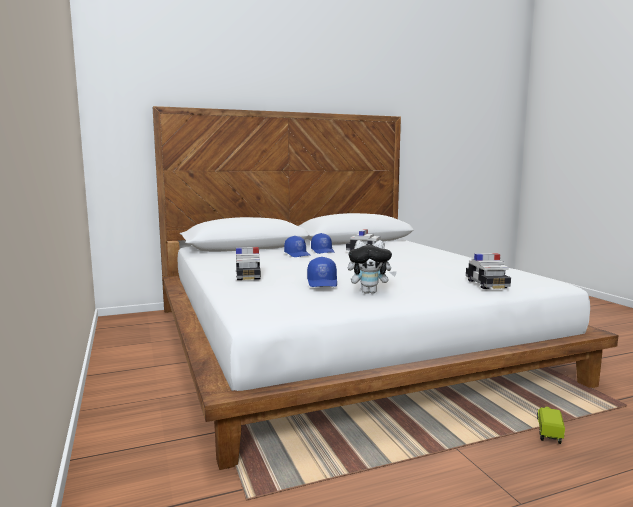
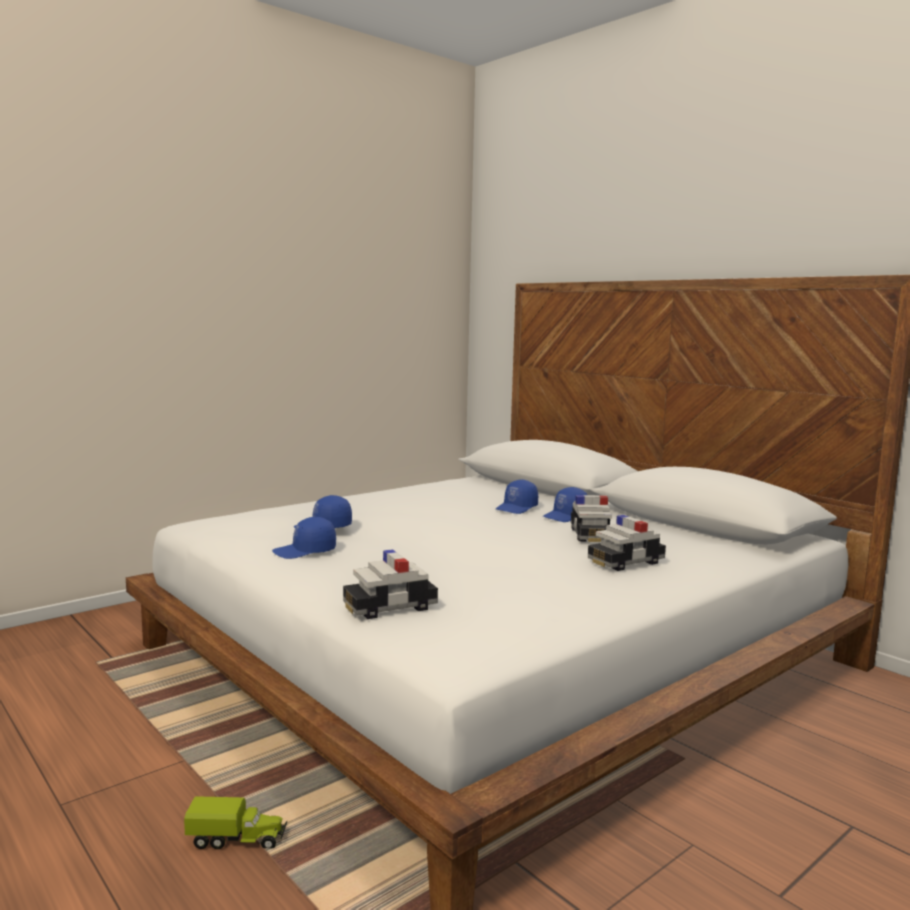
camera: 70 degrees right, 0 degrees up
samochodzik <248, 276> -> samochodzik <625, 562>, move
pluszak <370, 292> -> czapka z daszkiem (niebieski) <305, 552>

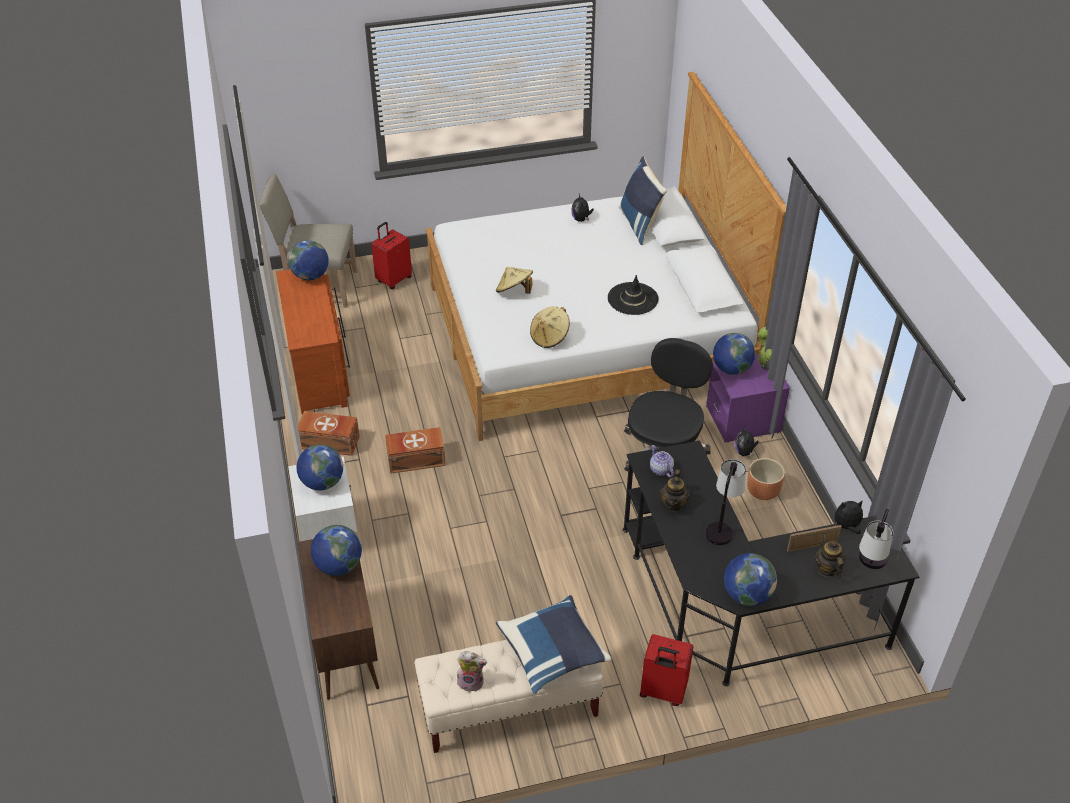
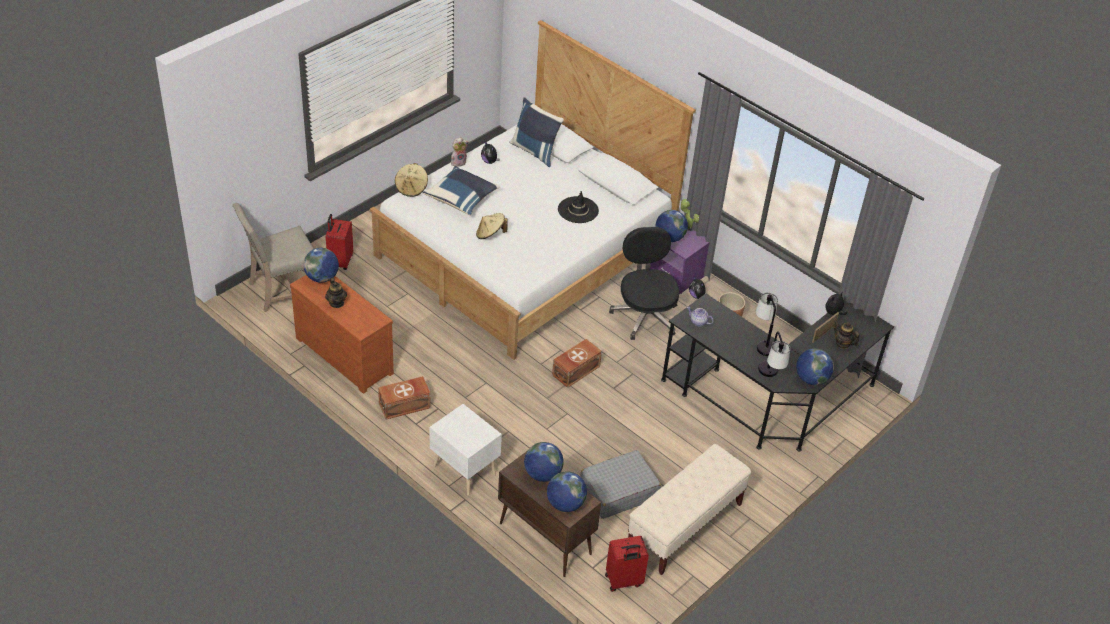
camera: 35 degrees left, 0 degrees up
globus <322, 482> -> globus <565, 504>, move
pojemnik do przechowywania (brązowy) <415, 459> -> pojemnik do przechowywania (brązowy) <575, 370>, move
pluszak <471, 681> -> pluszak <458, 162>, move
poduszka (niebieski) <553, 653> -> poduszka (niebieski) <462, 199>, move
kapelusz (beżowy) <550, 337> -> kapelusz (beżowy) <411, 188>, move
walizka (czerwony) <662, 692> -> walizka (czerwony) <623, 581>, move
imbryk <673, 504> -> imbryk <336, 303>, move
lampa stołowa <869, 568> -> lampa stołowa <770, 377>, move
none -> walizka (szary) <618, 491>

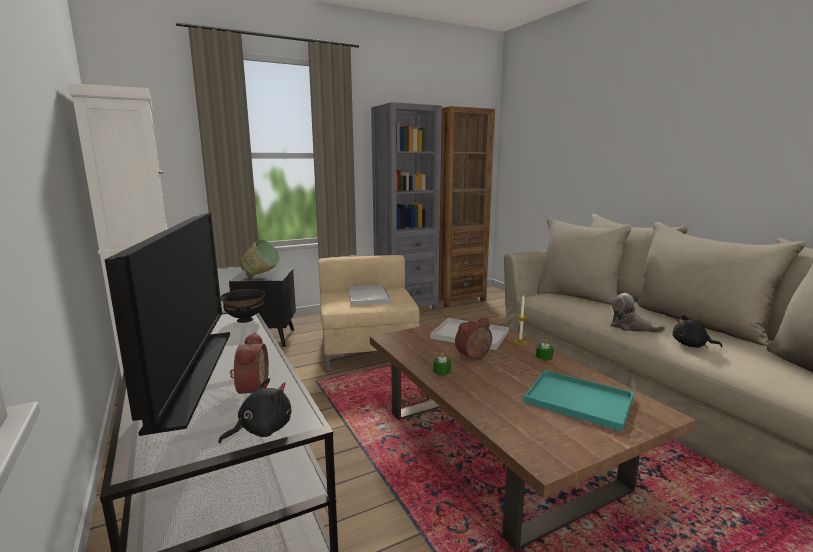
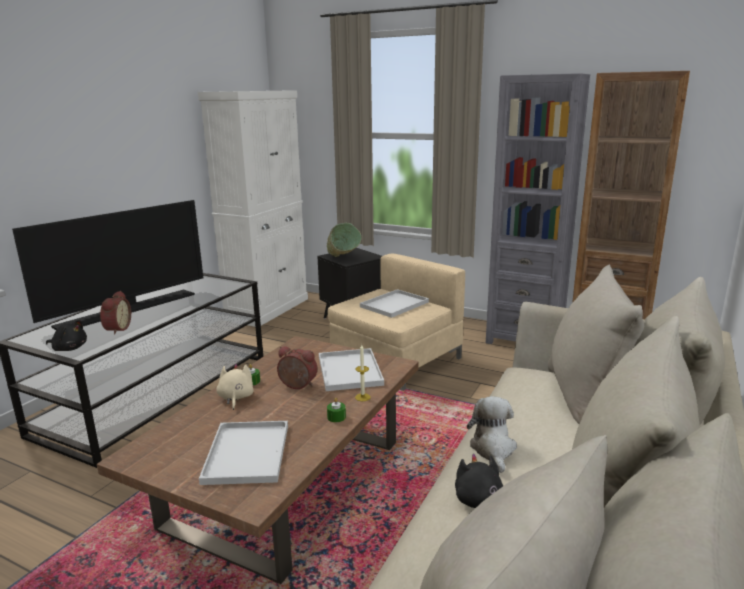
camera: 55 degrees right, 5 degrees up
miska (czarny) <245, 320> -> none
budzik <250, 390> -> budzik <116, 329>, 45 degrees counterclockwise
taca (turkusowy) <581, 400> -> taca (biały) <248, 454>
none -> pluszak (beżowy) <235, 398>

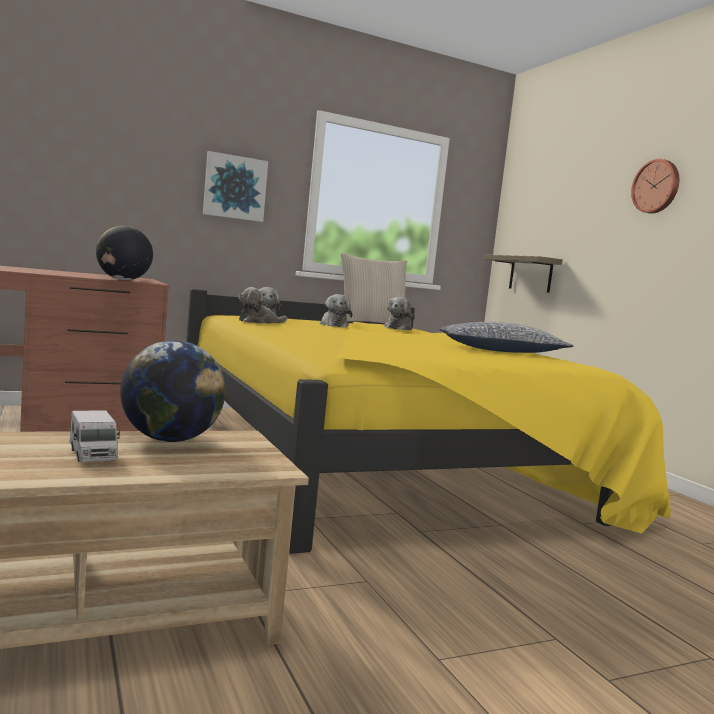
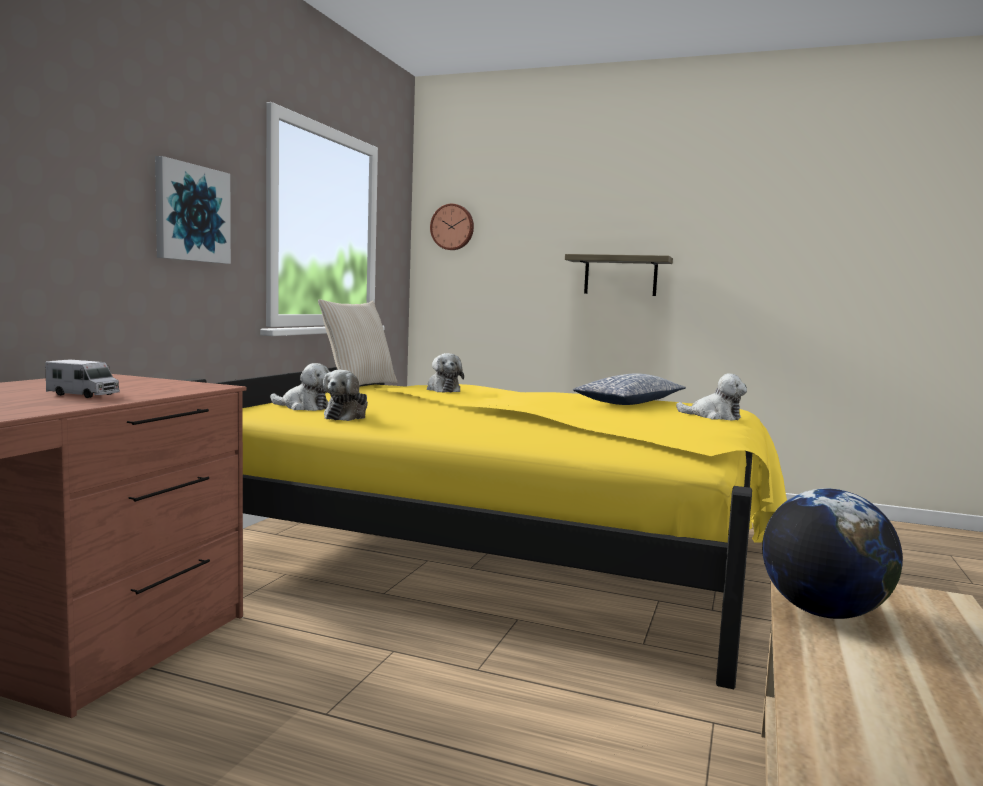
camera: 45 degrees left, 0 degrees up
ciężarówka zabawkowa <92, 455> -> ciężarówka zabawkowa <83, 395>, move
globus <123, 280> -> none
pluszak <333, 325> -> pluszak <714, 416>, move
półka <530, 274> -> półka <620, 276>, move
zegar ścienny <656, 186> -> zegar ścienny <452, 227>, move

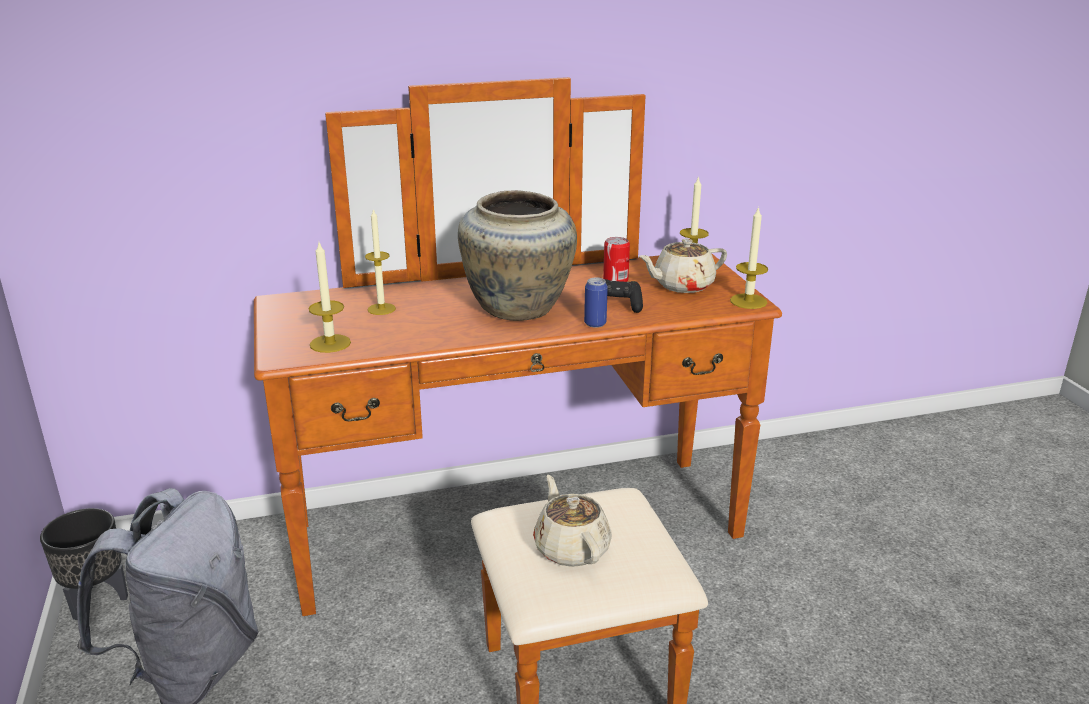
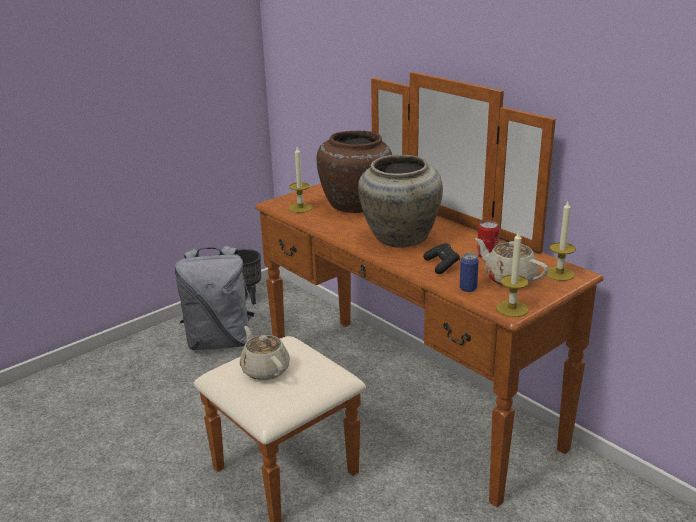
camera: 65 degrees right, 0 degrees up
świeca <381, 309> -> wazon (brązowy) <356, 206>
imbryk (beżowy) <571, 548> -> imbryk (beżowy) <265, 369>, 75 degrees counterclockwise
puszka <595, 323> -> puszka <468, 288>, move

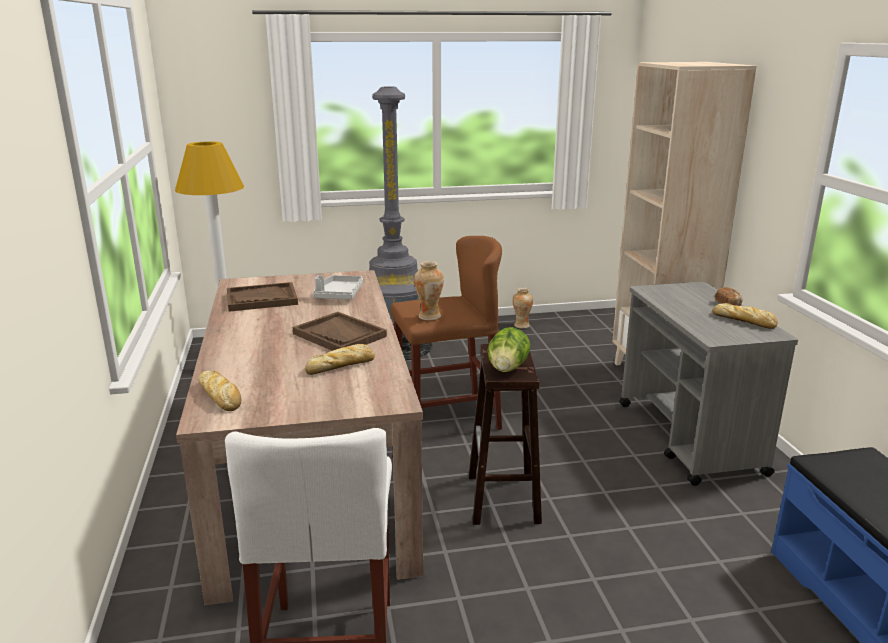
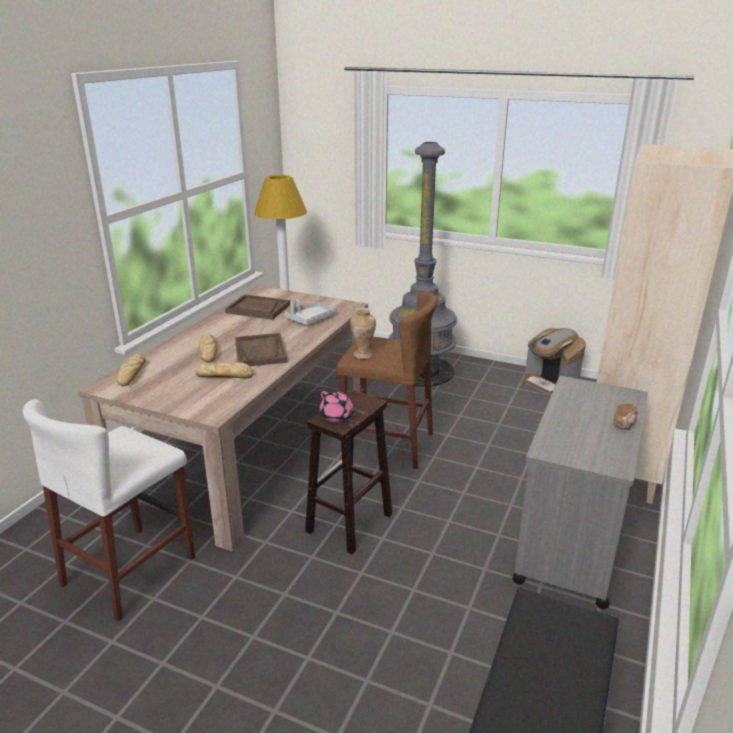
camera: 35 degrees right, 5 degrees up
sałata <507, 369> -> imbryk (różowy) <337, 416>
wazon <521, 325> -> ekspres do kawy <550, 384>
chleb <744, 321> -> chleb <208, 352>, move

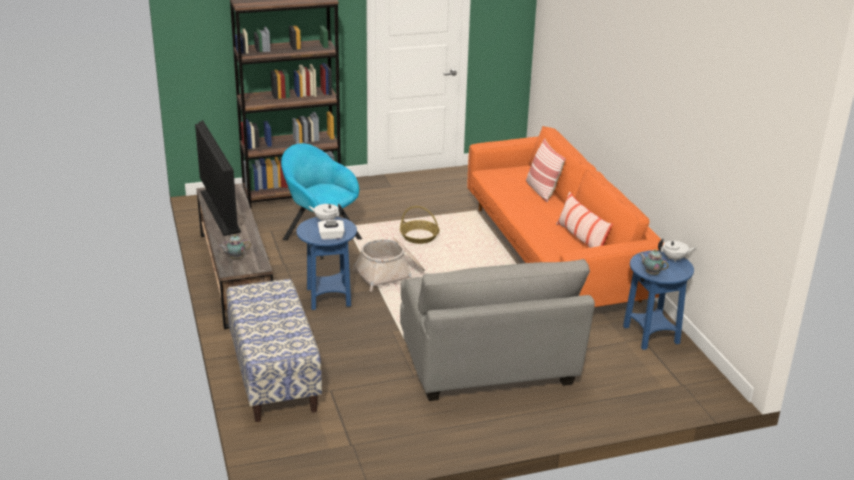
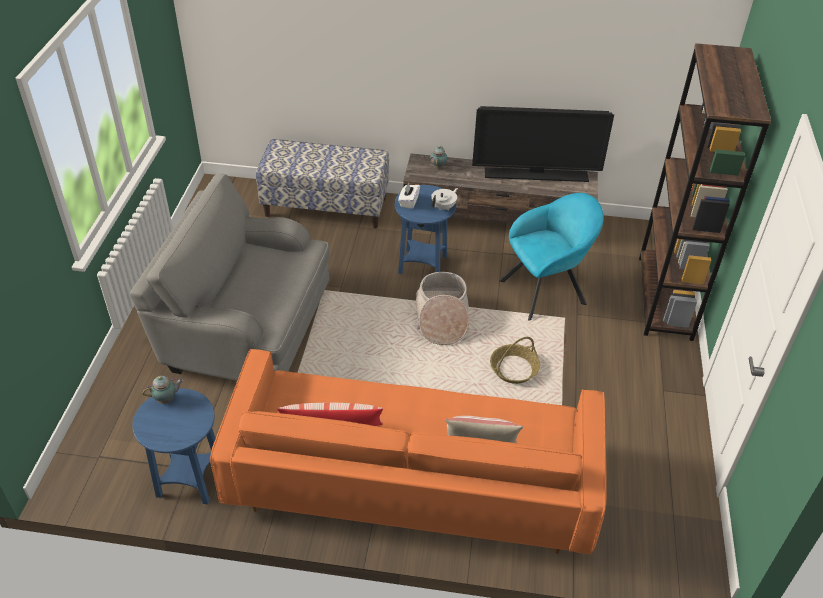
camera: 115 degrees right, 15 degrees up
imbryk (biały) <674, 259> -> none

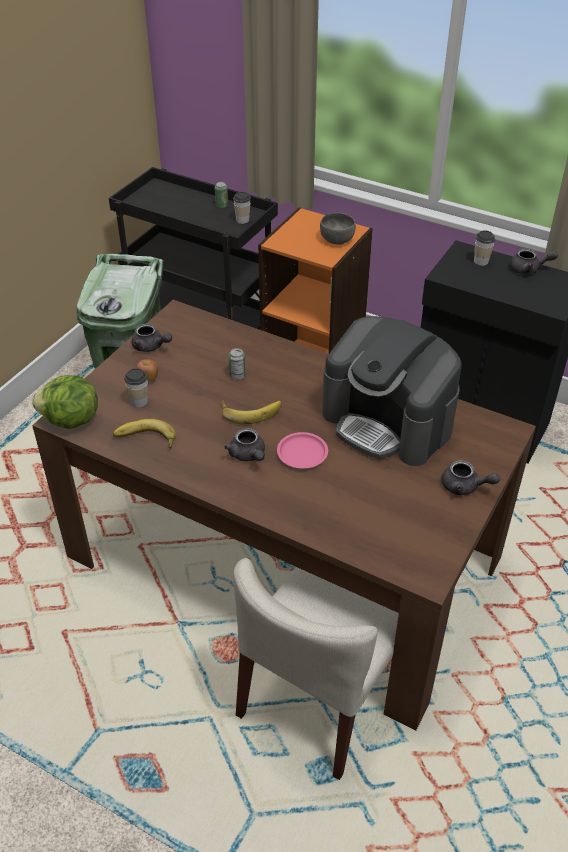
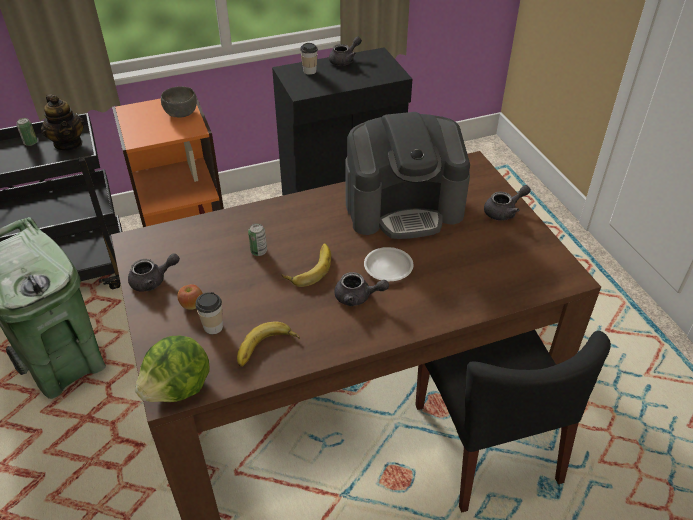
camera: 50 degrees left, 0 degrees up
filiżanka <242, 220> -> imbryk <68, 143>
krzesło (beżowy) <323, 695> -> krzesło (czarny) <486, 444>
talerz (różowy) <302, 453> -> talerz (biały) <388, 267>

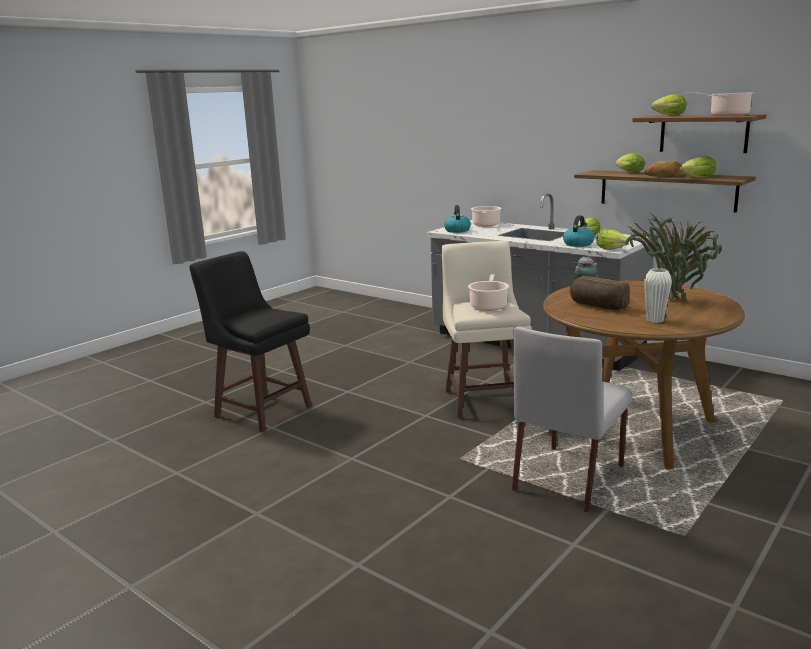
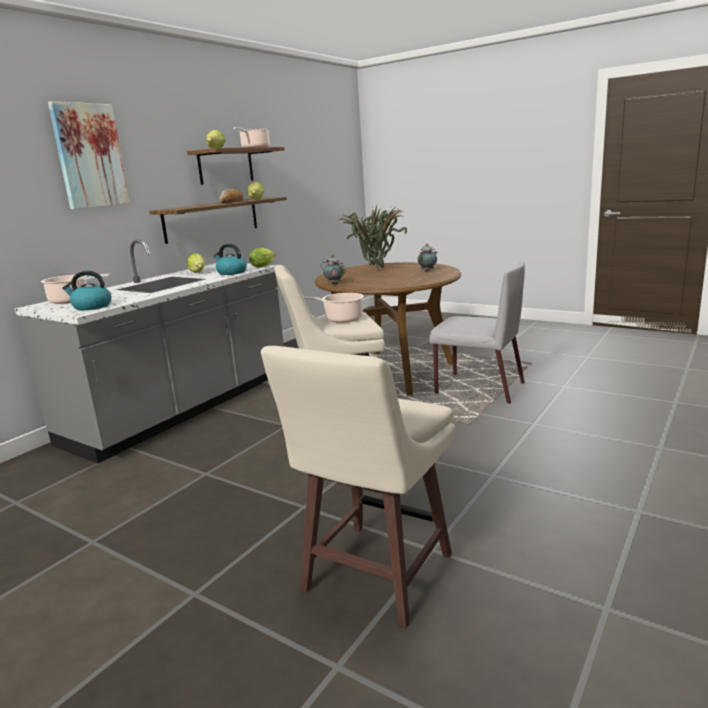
camera: 95 degrees left, 0 degrees up
stołek (czarny) <262, 410> -> stołek (beżowy) <374, 574>
chleb <597, 306> -> none
sałata <628, 172> -> none
wazon (biały) <655, 320> -> imbryk <428, 271>
none -> obraz <89, 156>

